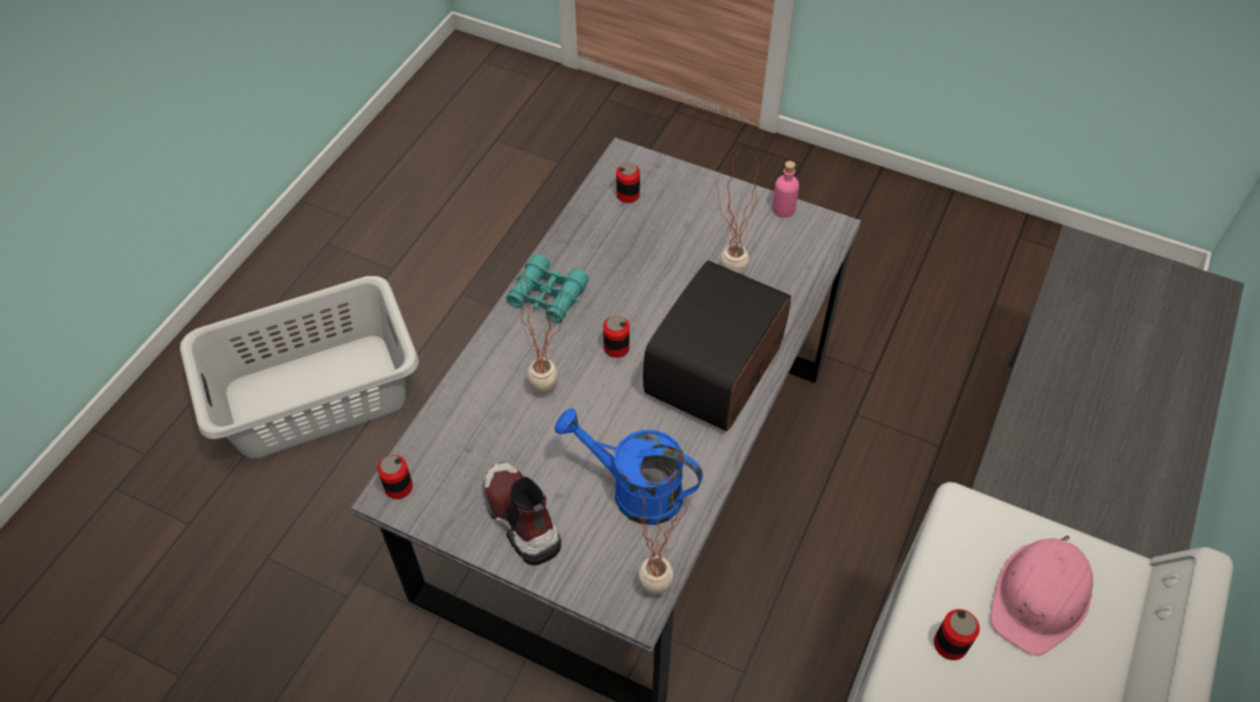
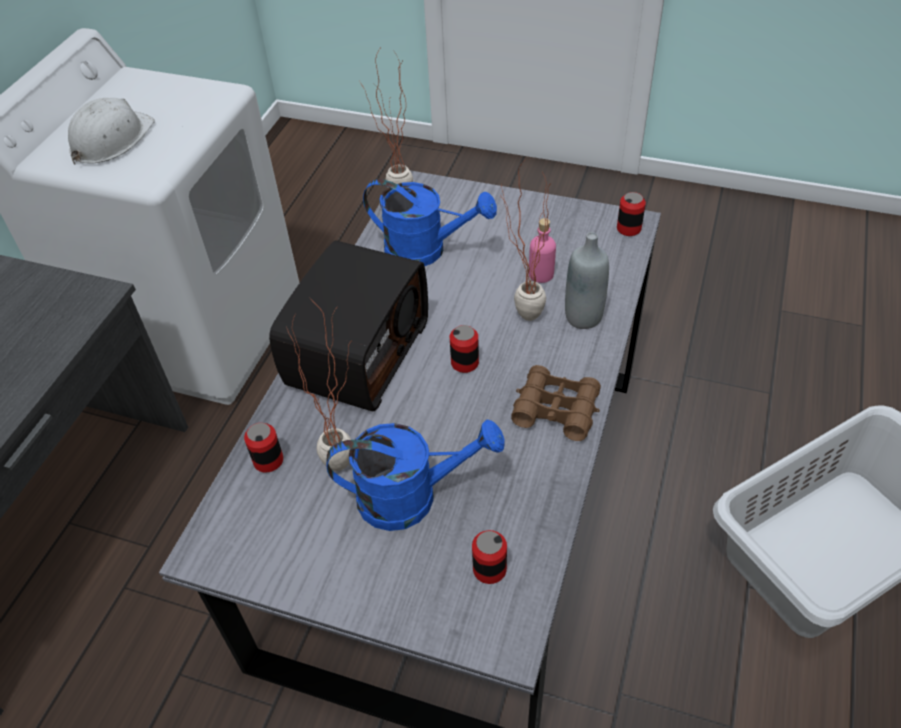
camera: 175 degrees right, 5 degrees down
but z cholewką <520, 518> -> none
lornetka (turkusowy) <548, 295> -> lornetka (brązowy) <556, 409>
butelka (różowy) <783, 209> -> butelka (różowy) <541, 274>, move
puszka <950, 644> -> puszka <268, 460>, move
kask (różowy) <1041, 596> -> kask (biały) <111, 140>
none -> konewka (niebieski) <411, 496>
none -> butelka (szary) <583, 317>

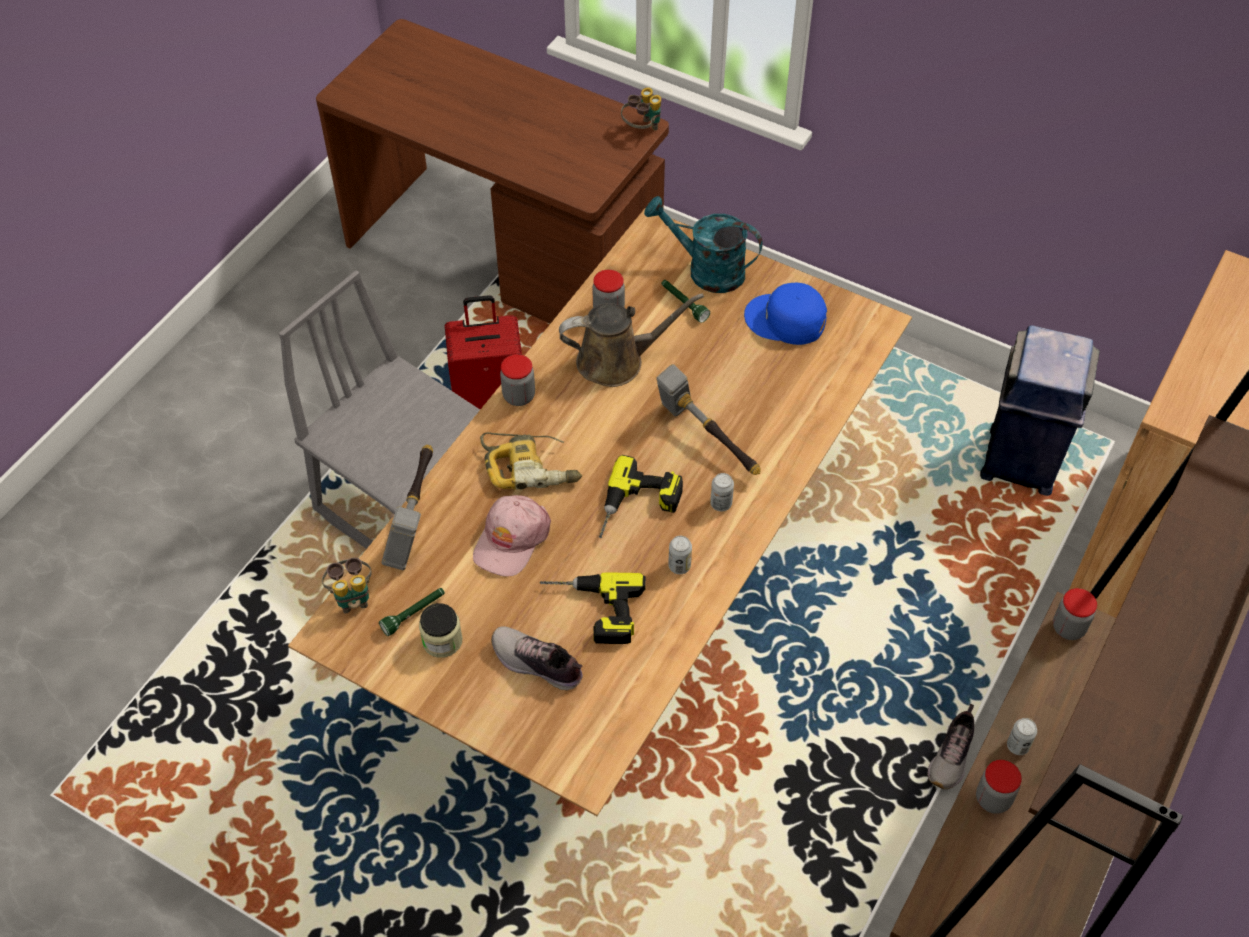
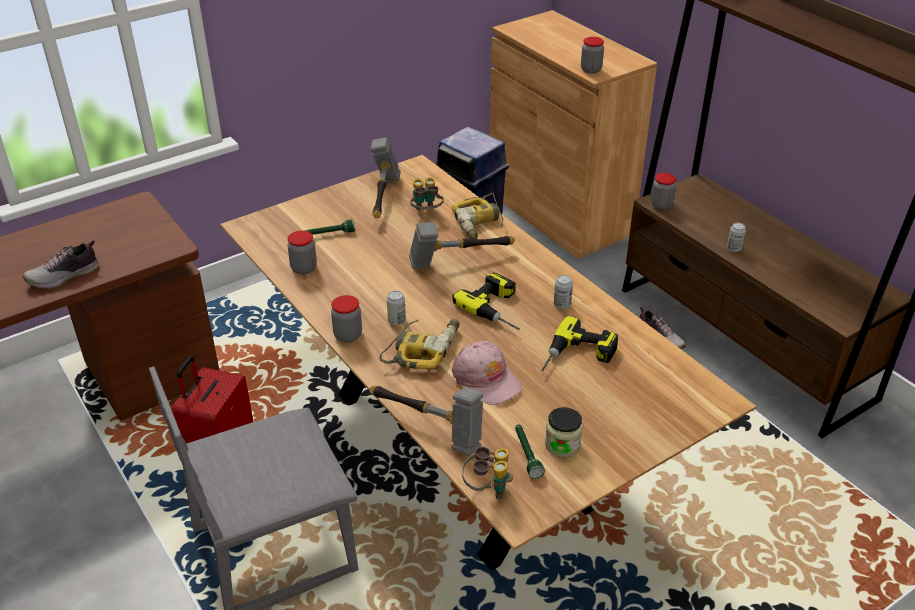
camera: 65 degrees left, 15 degrees down
but <537, 665> -> but <65, 276>, move
konewka (brązowy) <617, 361> -> none
lornetka <642, 129> -> lornetka <426, 213>, move
konewka (turkusowy) <706, 270> -> none
puszka <721, 504> -> puszka <396, 321>, move
czapka z daszkiem (niebieski) <786, 320> -> młotek <383, 198>
słoik <993, 799> -> słoik <591, 70>, move
none -> wiertarka <480, 223>

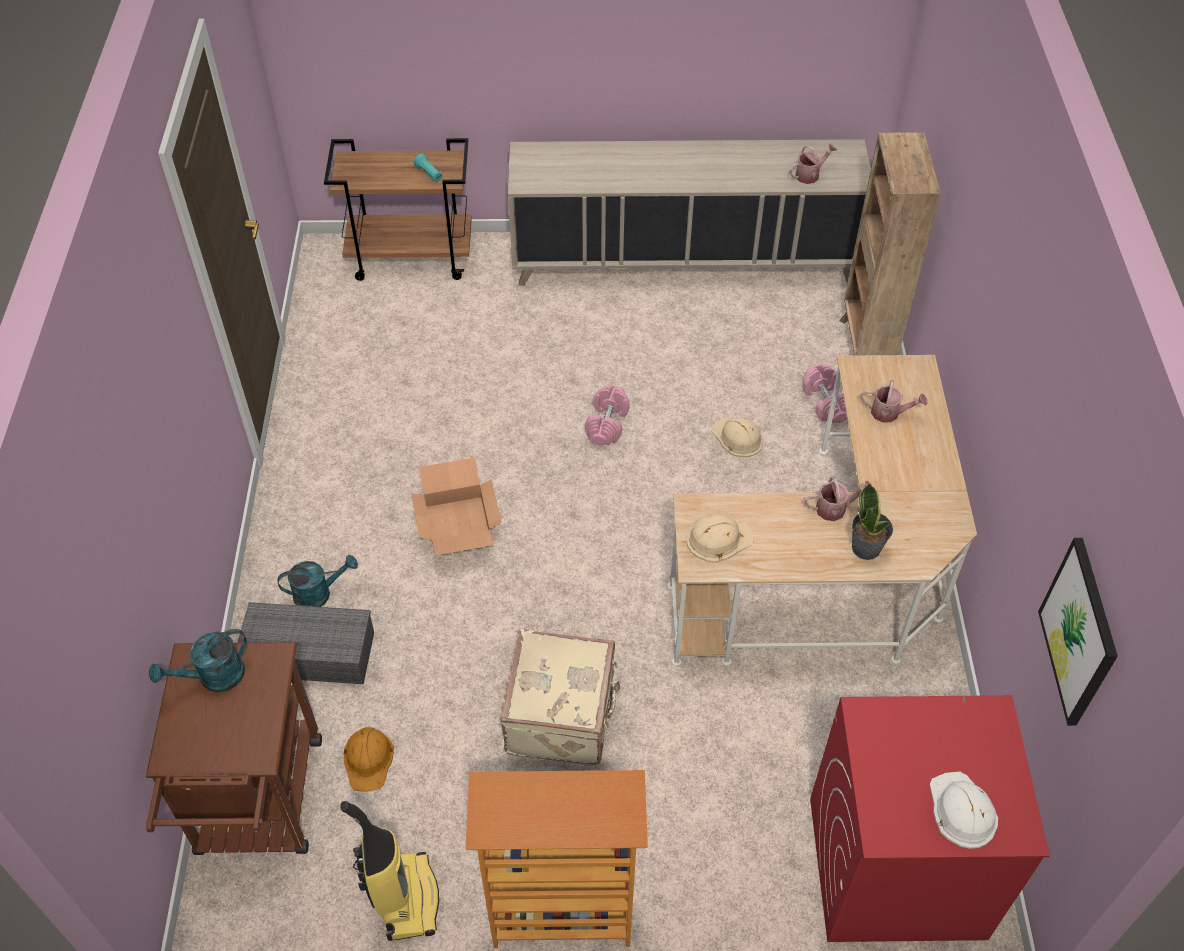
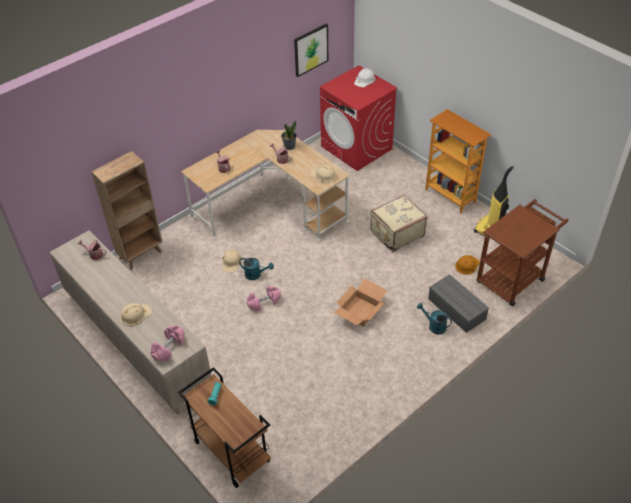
camera: 130 degrees left, 5 degrees down
konewka (turkusowy) <213, 678> -> konewka (turkusowy) <256, 275>, move
hantel (różowy) <825, 402> -> hantel (różowy) <169, 347>, move
none -> kask (beżowy) <135, 315>

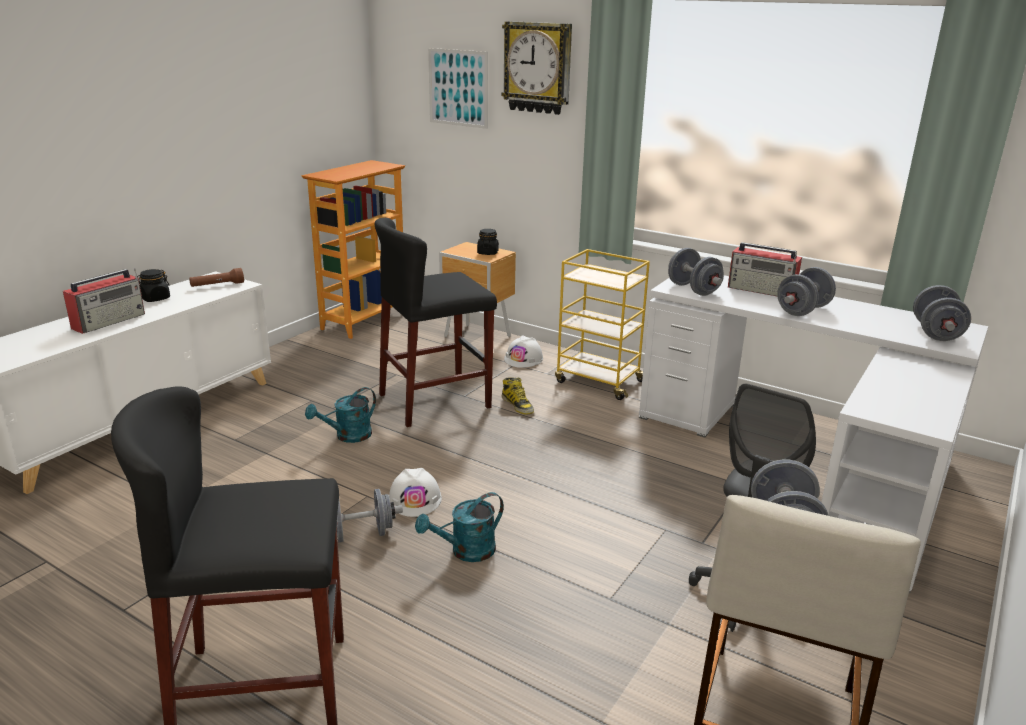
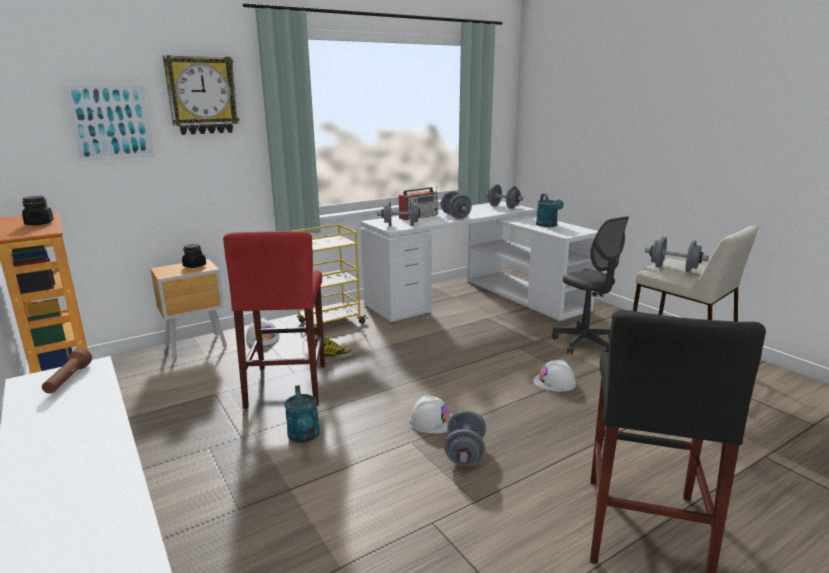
camera: 65 degrees left, 5 degrees down
radio <110, 321> -> none
słoik (czarny) <155, 298> -> słoik (czarny) <39, 223>, move
stołek (czarny) <435, 401> -> stołek (czerwony) <287, 385>
konewka (turkusowy) <466, 552> -> konewka (turkusowy) <548, 225>, move
none -> kask (biały) <554, 382>

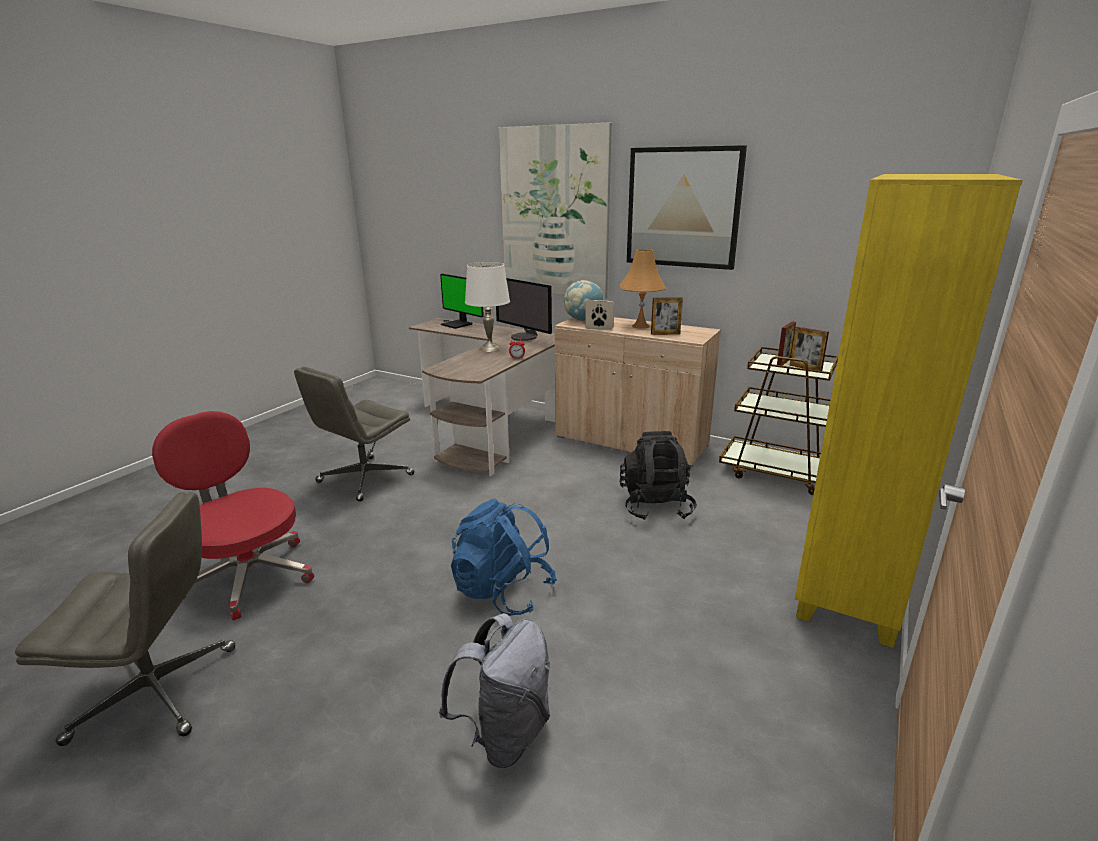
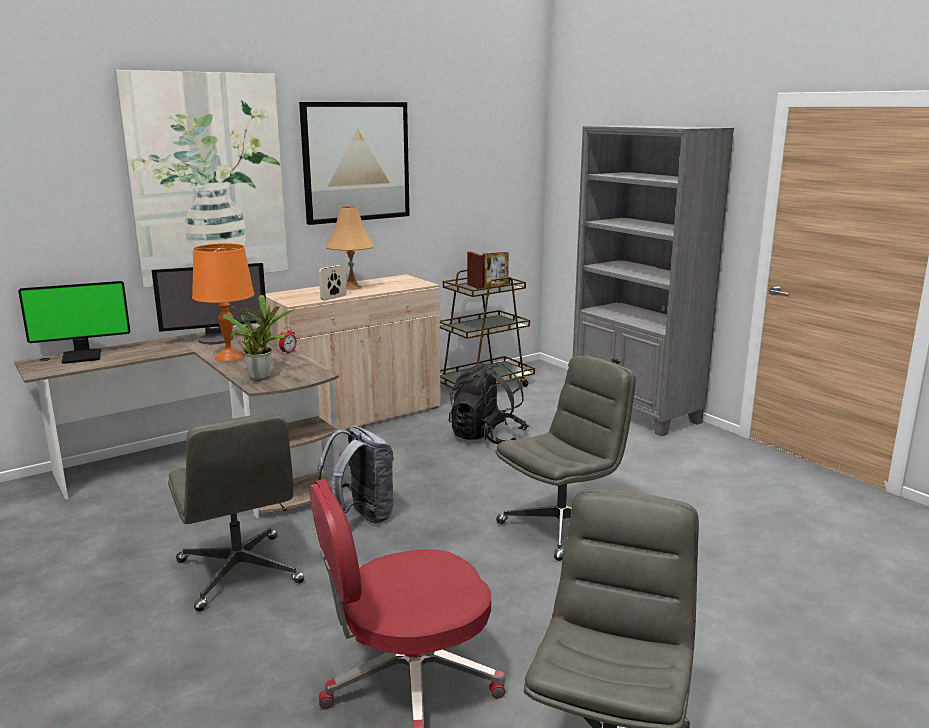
camera: 65 degrees left, 5 degrees down
plecak (szary) <504, 734> -> plecak (szary) <361, 516>, move
plecak (niebieski) <503, 591> -> krzesło biurowe (szary) <561, 527>
lampa stołowa (biały) <490, 348> -> lampa stołowa (pomarańczowy) <229, 357>
globus <583, 320> -> none
ramka na zdjęcie <665, 334> -> none
regał (żółty) <849, 582> -> regał (szary) <635, 411>
none -> roślina doniczkowa <261, 376>

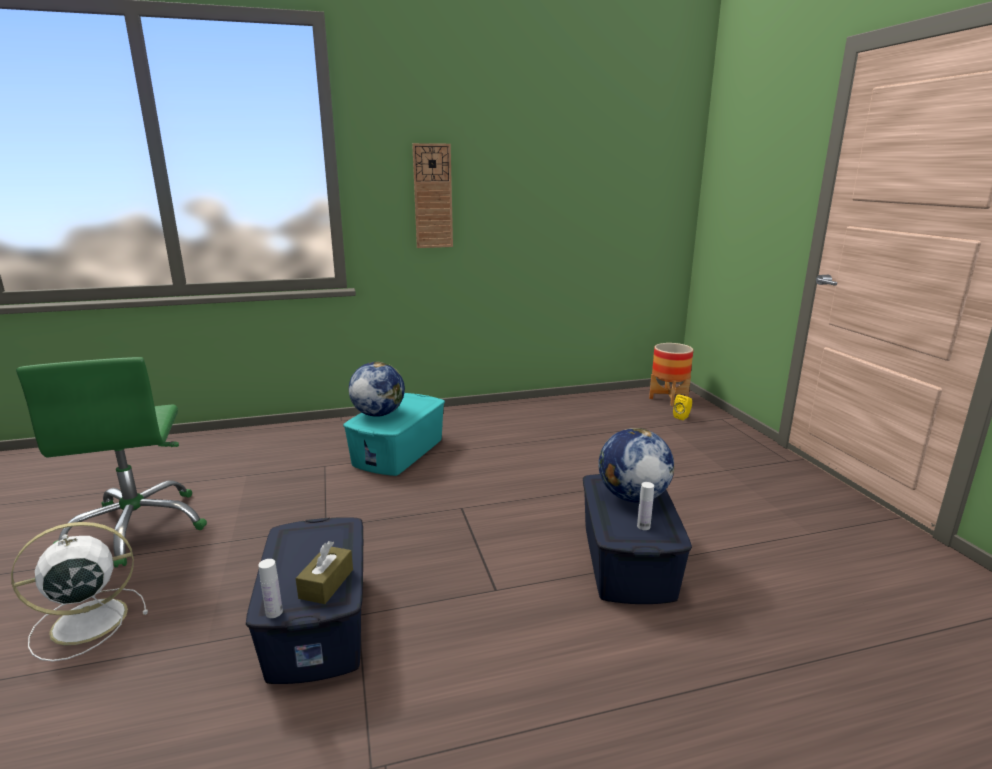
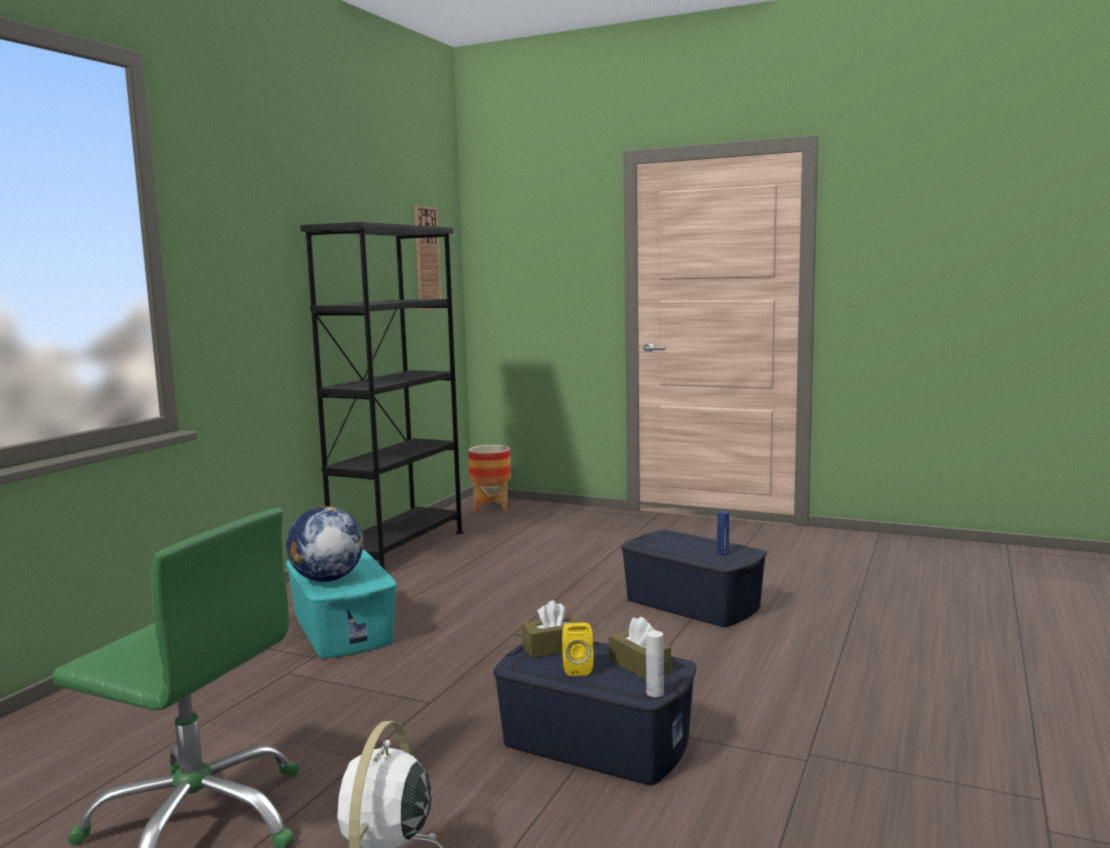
camera: 50 degrees left, 10 degrees down
zegar ścienny <433, 196> -> zegar ścienny <427, 258>, move
globus <632, 497> -> none
butelka (biały) <643, 526> -> butelka (niebieski) <723, 553>
głośnik (żółty) <682, 417> -> głośnik (żółty) <577, 669>, move
none -> regał (czarny) <399, 549>
none -> pudełko chusteczek (brązowy) <554, 647>

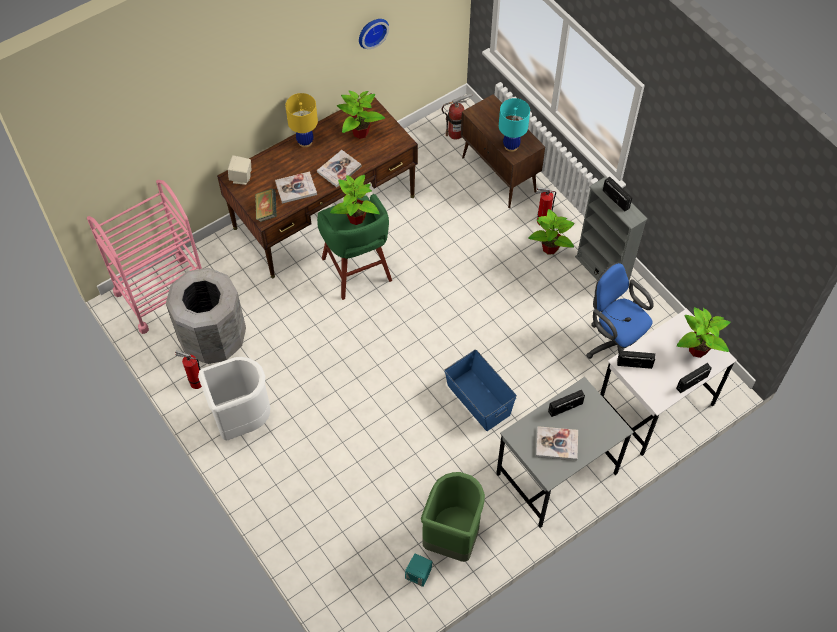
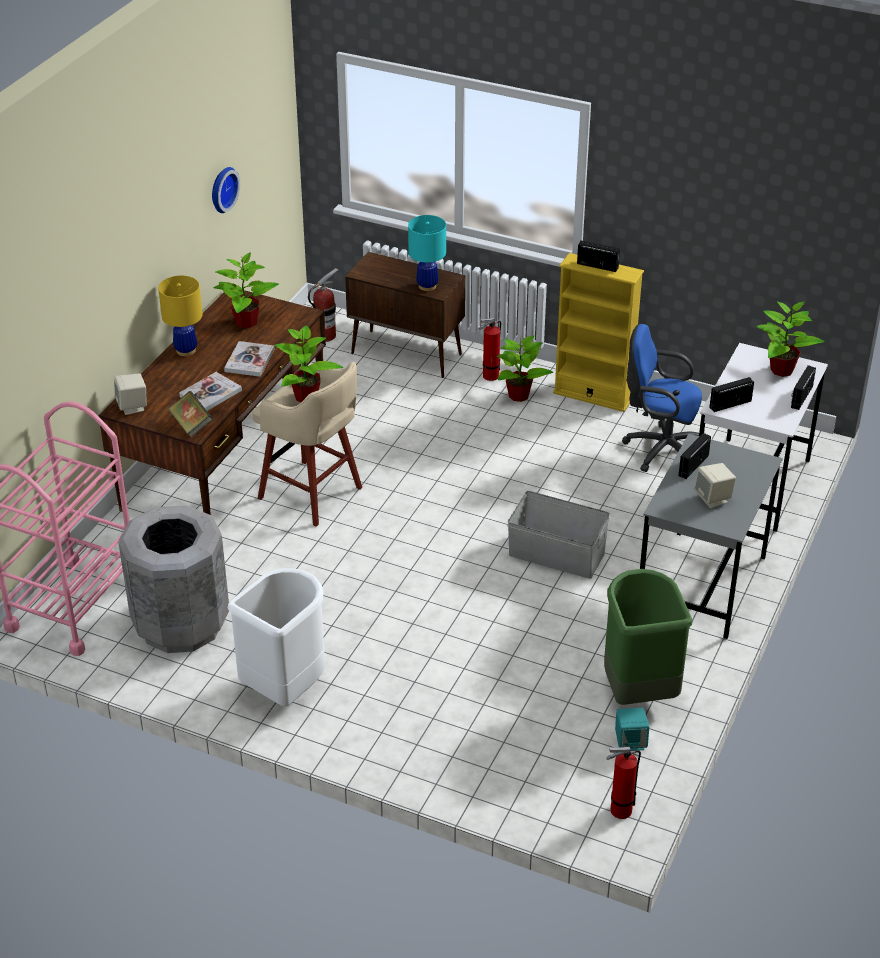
camera: 30 degrees left, 20 degrees down
gaśnica <195, 382> -> gaśnica <618, 811>, move
stołek (zielony) <357, 271> -> stołek (beżowy) <312, 494>
pojemnik do przechowywania (niebieski) <478, 400> -> pojemnik do przechowywania (szary) <556, 555>
książka <556, 444> -> głośnik (beżowy) <713, 499>
regał (szary) <601, 272> -> regał (żółty) <592, 395>

